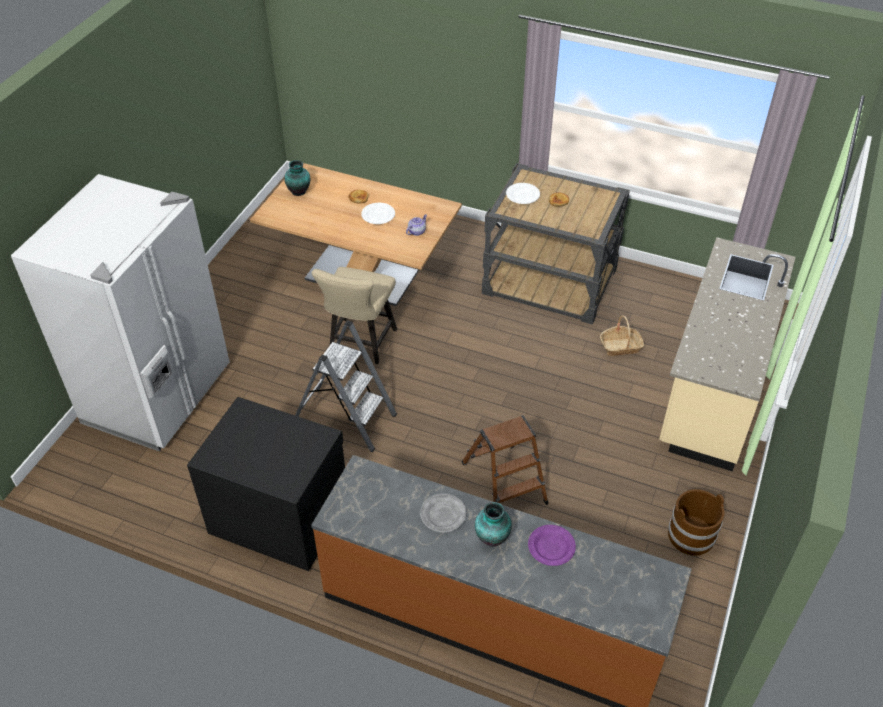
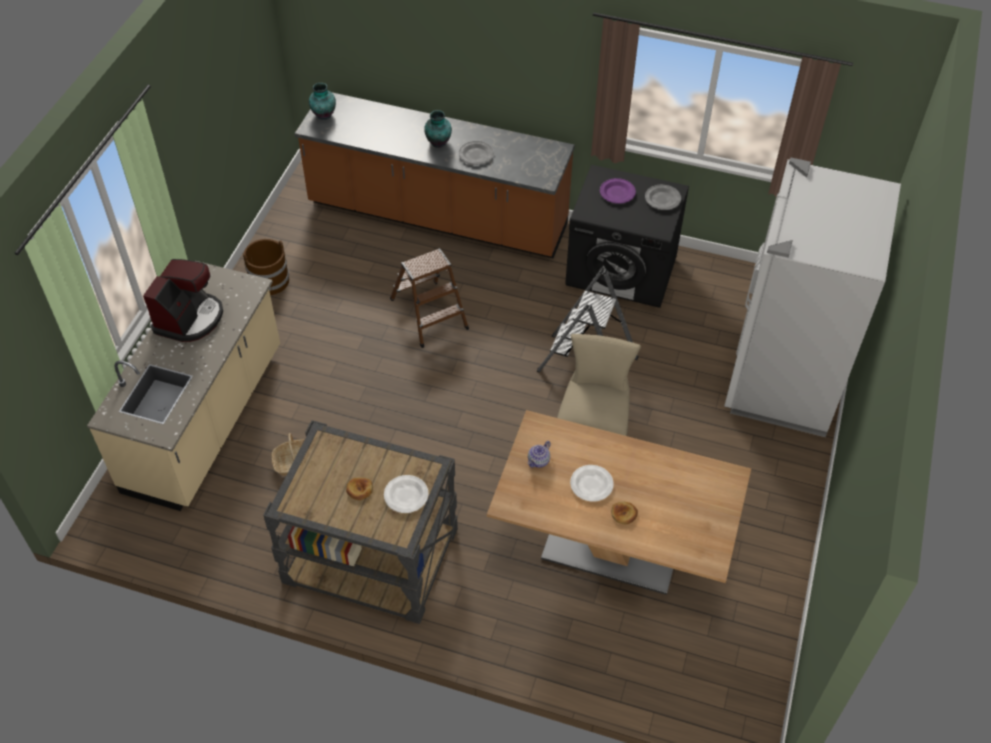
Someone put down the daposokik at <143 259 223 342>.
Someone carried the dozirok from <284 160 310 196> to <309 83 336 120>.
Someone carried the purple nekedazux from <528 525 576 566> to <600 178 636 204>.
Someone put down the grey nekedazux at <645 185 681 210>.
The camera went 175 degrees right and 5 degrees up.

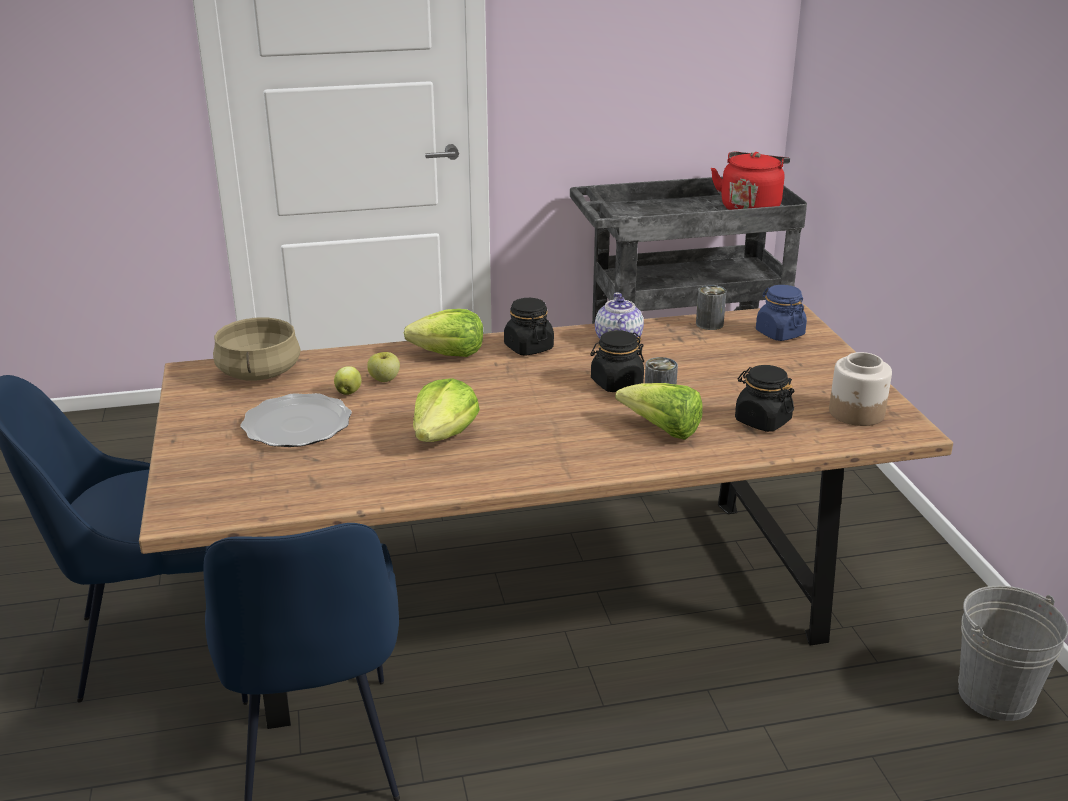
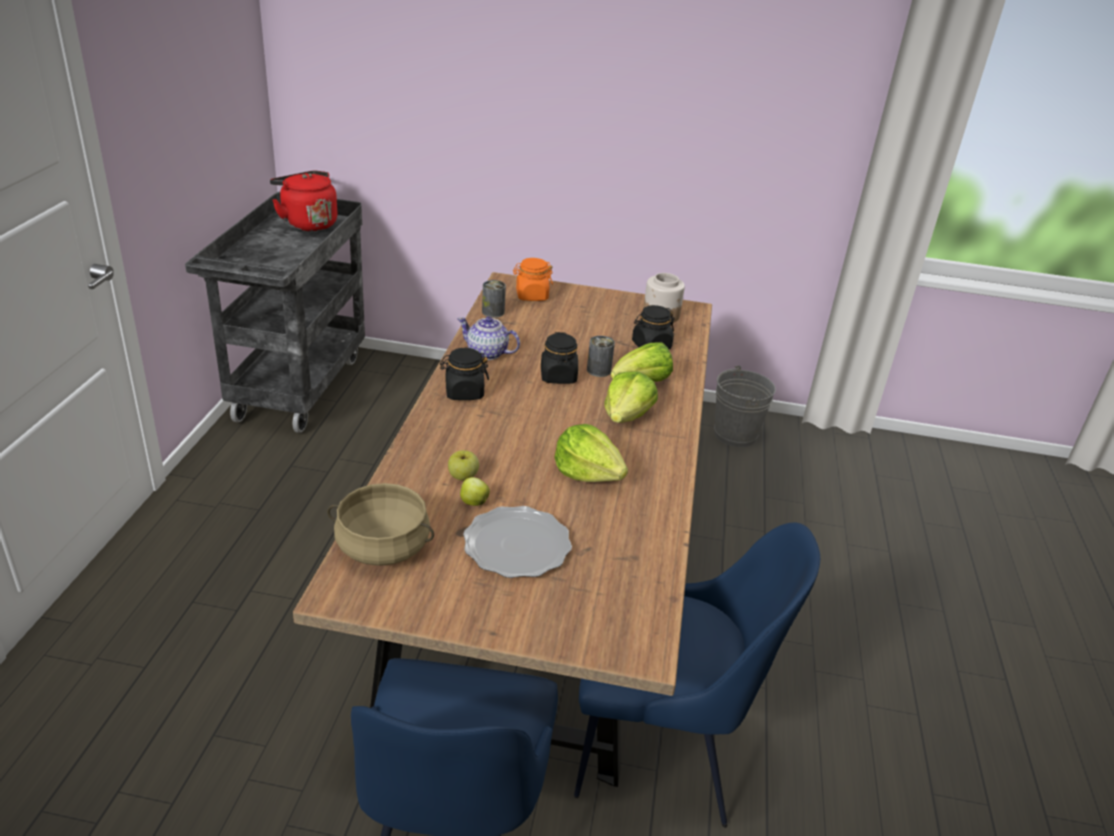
Someone repainted the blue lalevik at <756 285 807 341>, which became the orange lalevik at <513 258 553 301>.
Someone carried the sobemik from <404 309 483 357> to <604 371 658 423>.
The camera went 70 degrees left and 5 degrees up.

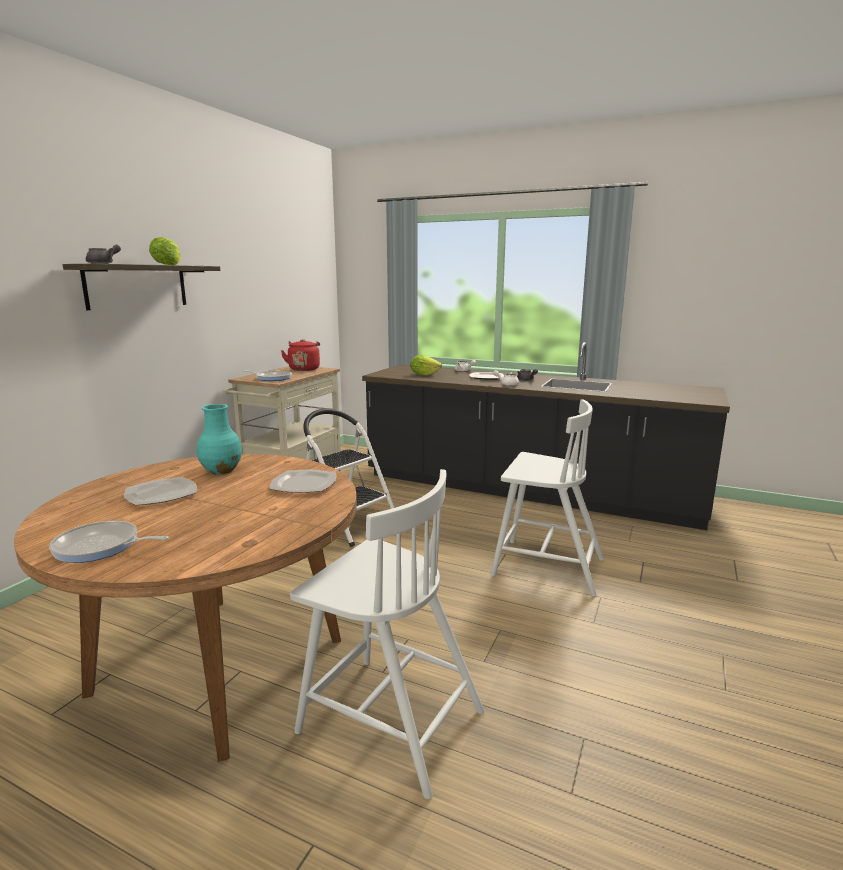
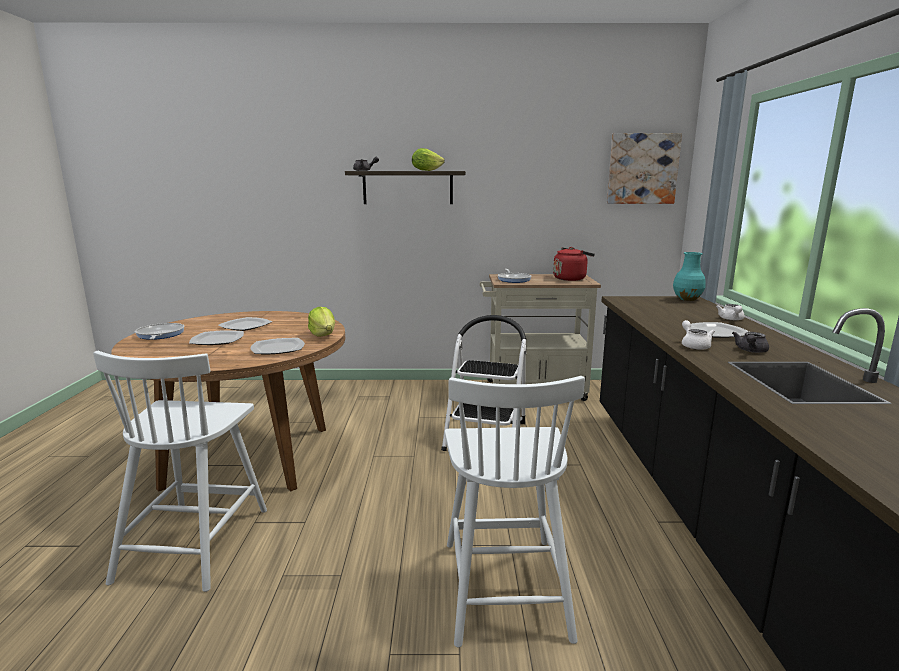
Someone put down the nekedazux at <189 330 244 345>.
Someone carried the sobemik from <410 355 442 376> to <308 307 335 337>.
Someone put up the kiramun at <607 133 682 204>.
Someone carried the turquoise dozirok from <197 404 242 475> to <673 252 706 301>.
The camera went 65 degrees right and 0 degrees up.

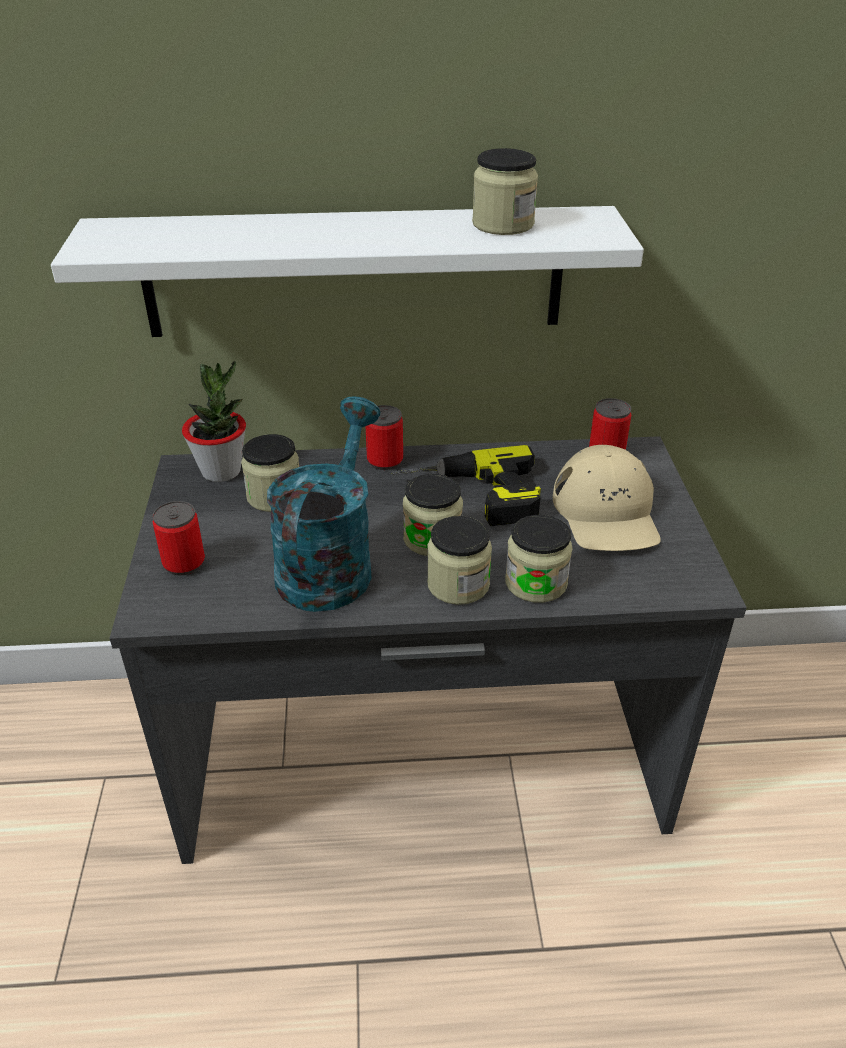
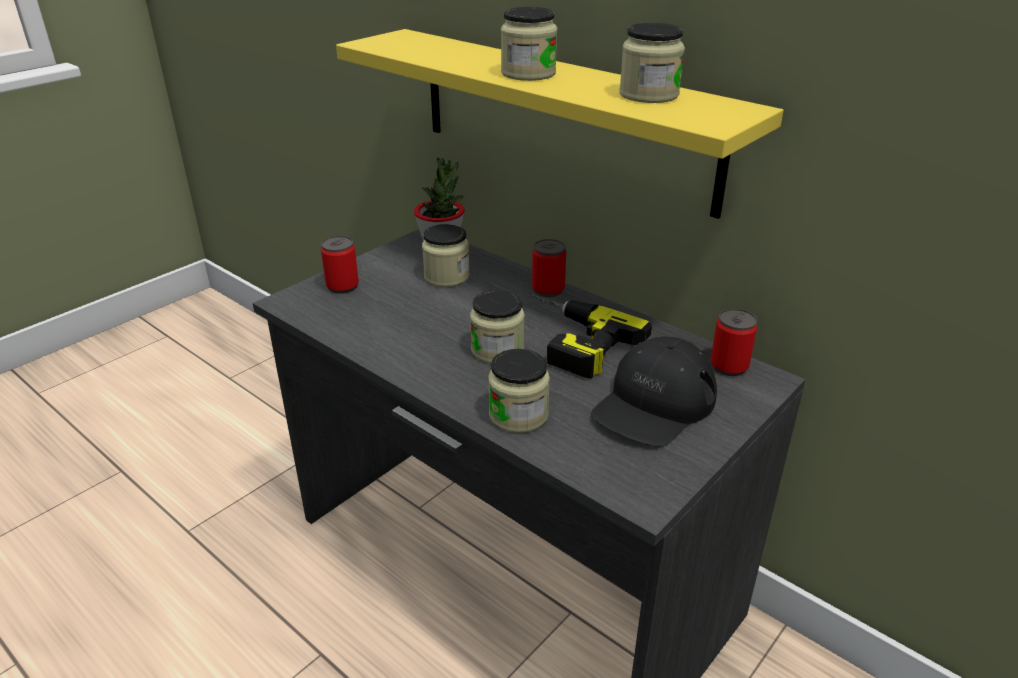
Someone repainted the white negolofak at <51 206 644 337>, which became the yellow negolofak at <336 29 784 219>.
Someone carried the lalevik from <427 516 492 605> to <501 7 557 81>.
Someone repainted the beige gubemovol at <553 445 661 551>, which became the black gubemovol at <591 336 717 447>.
Someone took away the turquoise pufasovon at <267 397 381 612>.
The camera went 45 degrees right and 5 degrees down.

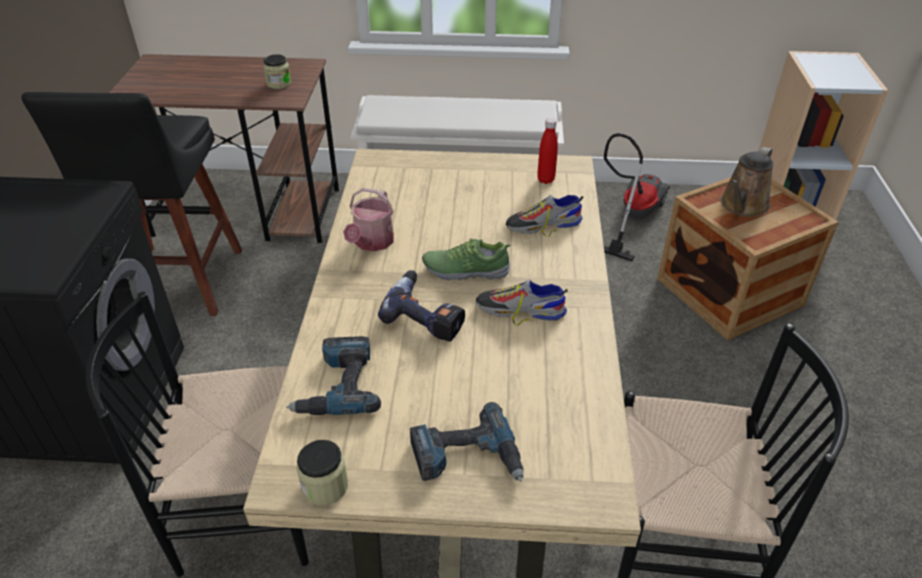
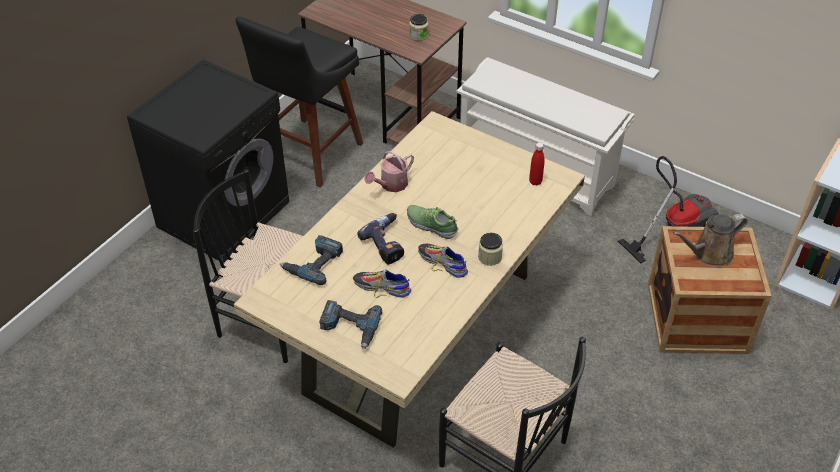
Someone carried the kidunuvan from <506 195 584 237> to <353 269 411 298>.
Someone carried the lalevik from <296 440 348 506> to <478 233 503 266>.
The camera went 30 degrees right and 5 degrees up.

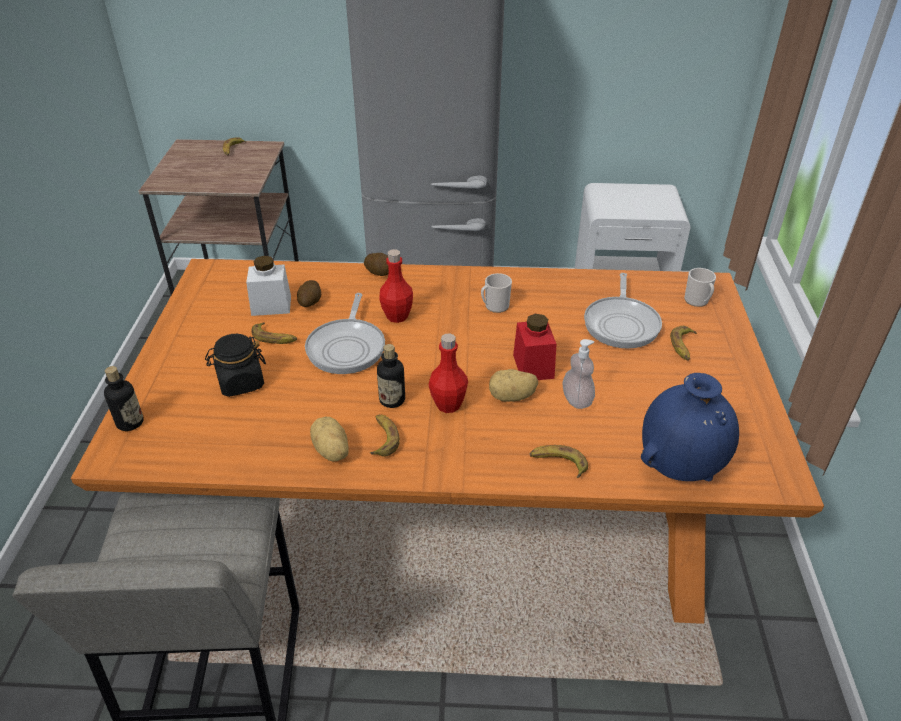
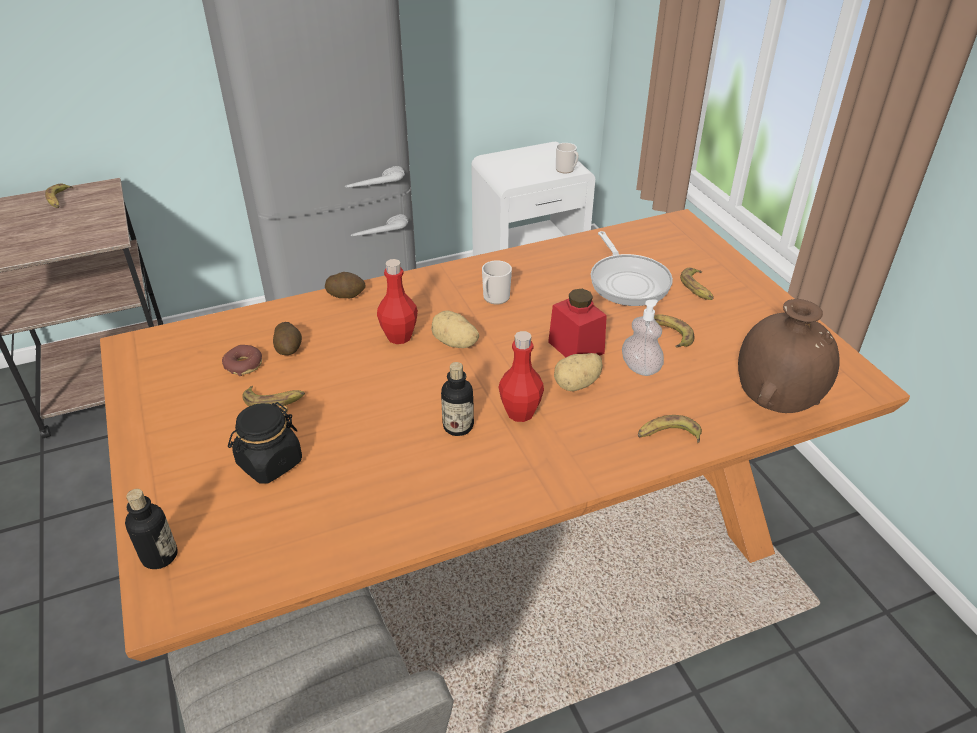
Someone swapped the white lalevik at <246 256 291 316> for the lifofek at <222 345 262 376>.
Someone carried the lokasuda from <310 417 349 461> to <431 310 479 348>.
Someone carried the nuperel from <684 268 716 307> to <556 143 579 173>.
Someone carried the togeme from <370 415 400 457> to <654 314 694 348>.
Someone repainted the blue dozirok at <641 373 739 481>, which became the brown dozirok at <738 299 840 413>.
Someone took away the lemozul at <305 293 385 374>.
The camera went 25 degrees left and 0 degrees up.

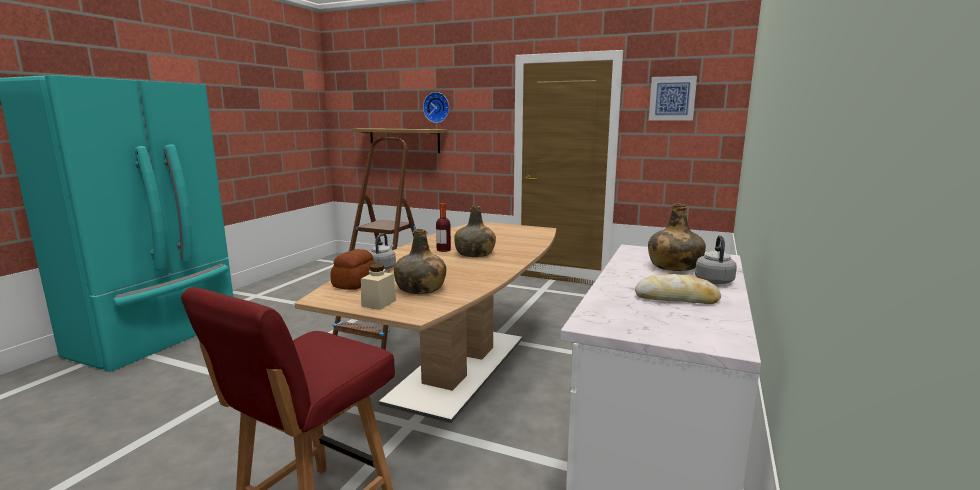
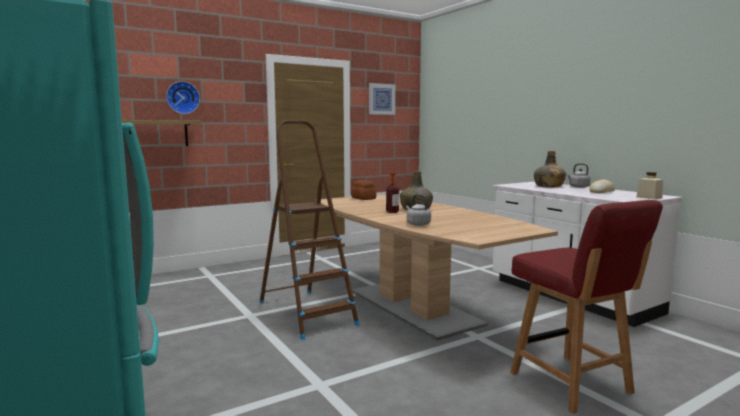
Someone carried the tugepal from <331 249 376 290> to <351 180 376 200>.
Someone carried the beige lalevik from <361 264 396 310> to <636 172 663 200>.
Someone took away the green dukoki at <394 229 446 294>.
The camera went 55 degrees left and 5 degrees down.

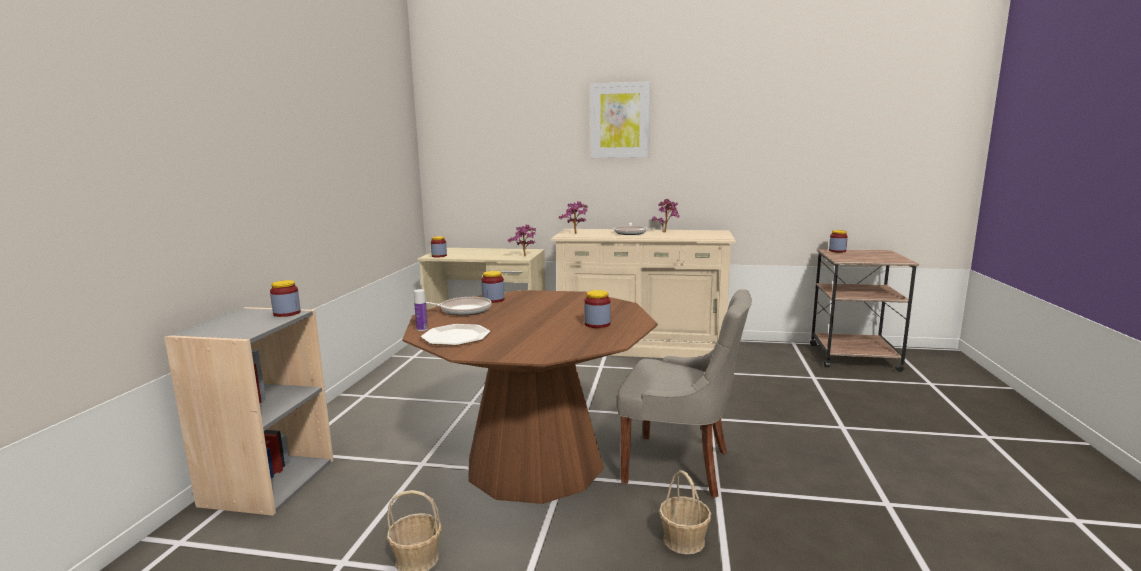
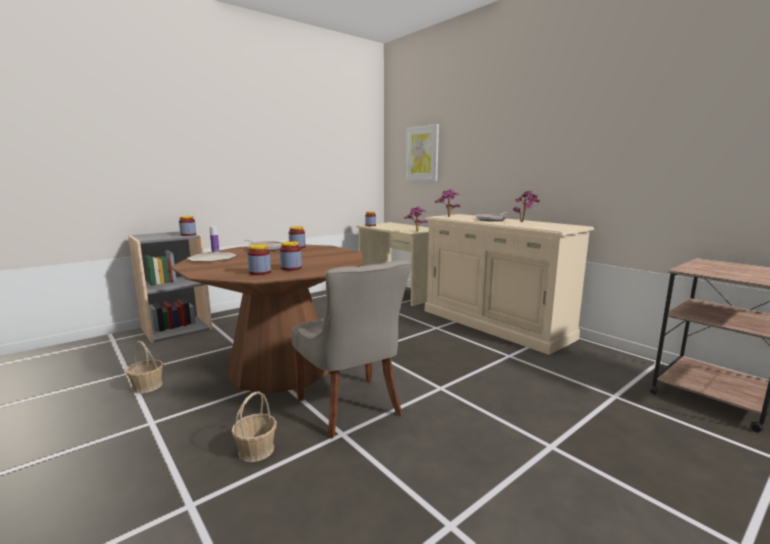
Someone carried the lalevik from <829 230 848 253> to <247 244 271 275>.
Someone carried the kiramun from <590 81 650 158> to <406 124 439 181>.
The camera went 40 degrees right and 0 degrees up.

